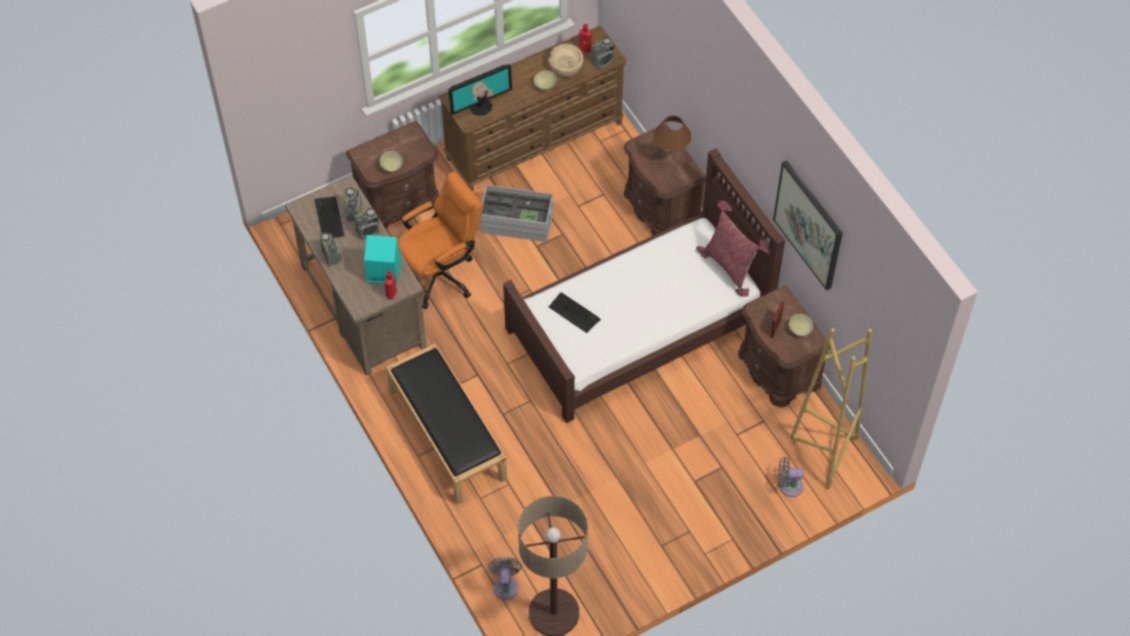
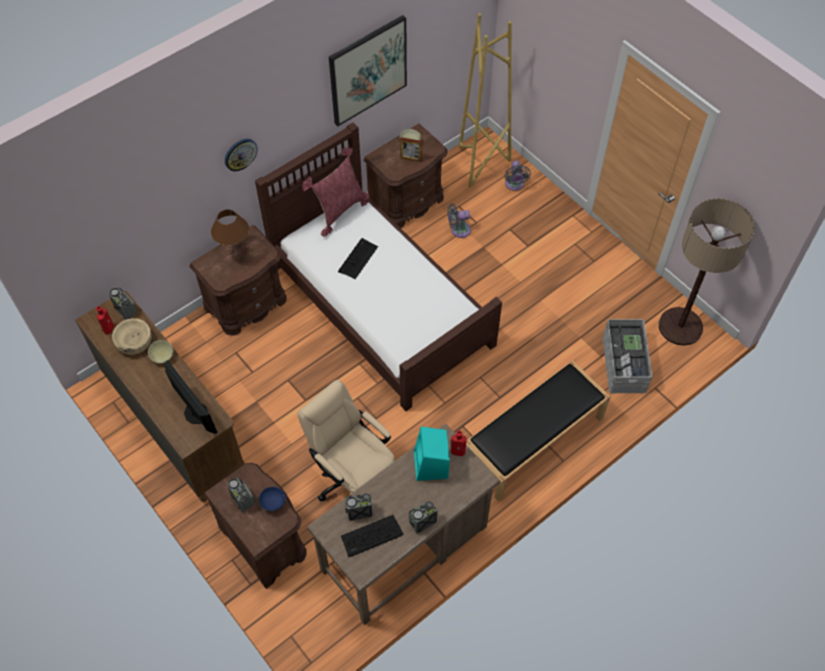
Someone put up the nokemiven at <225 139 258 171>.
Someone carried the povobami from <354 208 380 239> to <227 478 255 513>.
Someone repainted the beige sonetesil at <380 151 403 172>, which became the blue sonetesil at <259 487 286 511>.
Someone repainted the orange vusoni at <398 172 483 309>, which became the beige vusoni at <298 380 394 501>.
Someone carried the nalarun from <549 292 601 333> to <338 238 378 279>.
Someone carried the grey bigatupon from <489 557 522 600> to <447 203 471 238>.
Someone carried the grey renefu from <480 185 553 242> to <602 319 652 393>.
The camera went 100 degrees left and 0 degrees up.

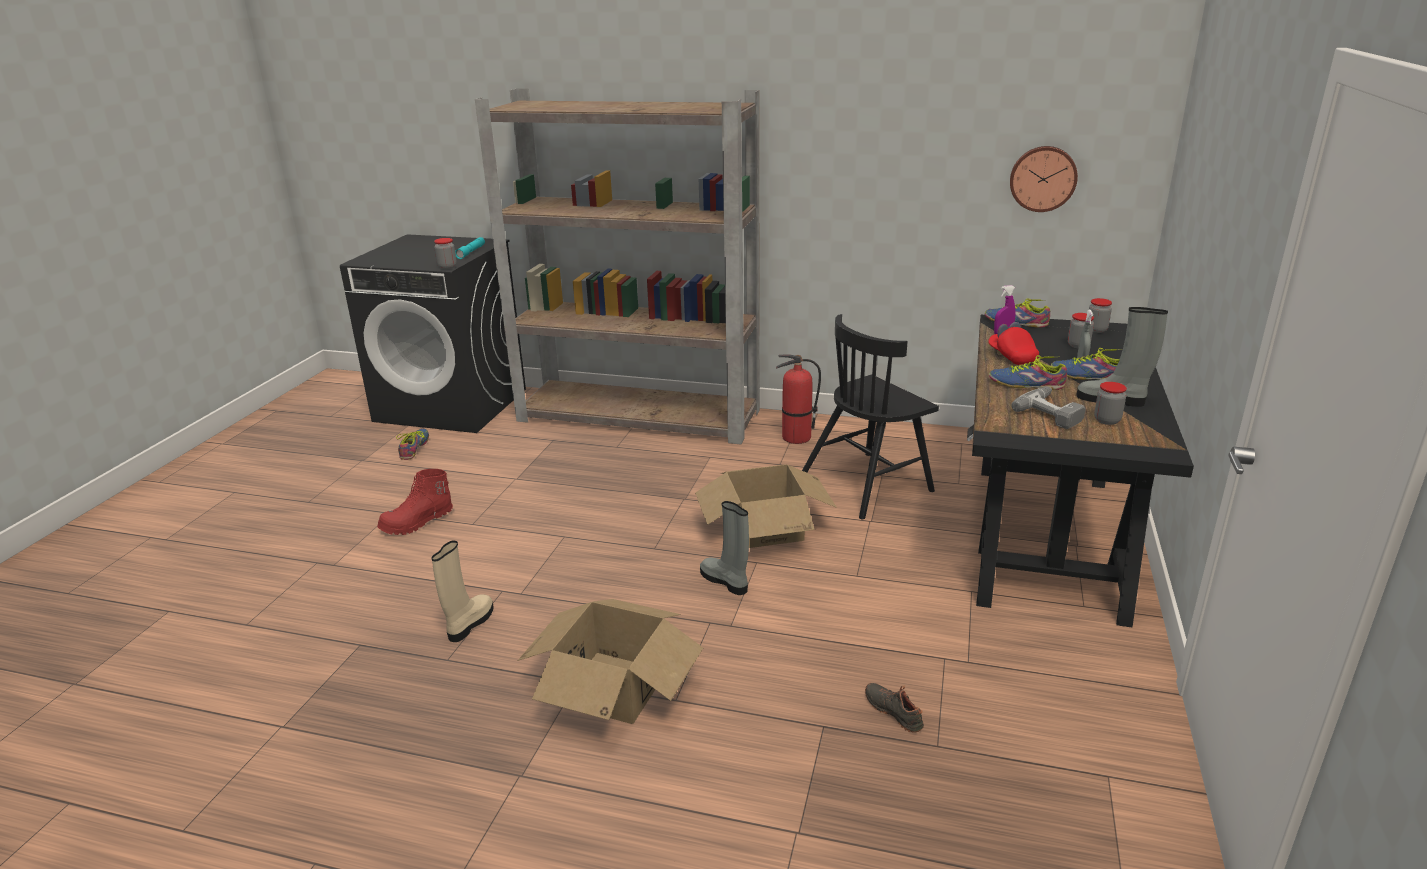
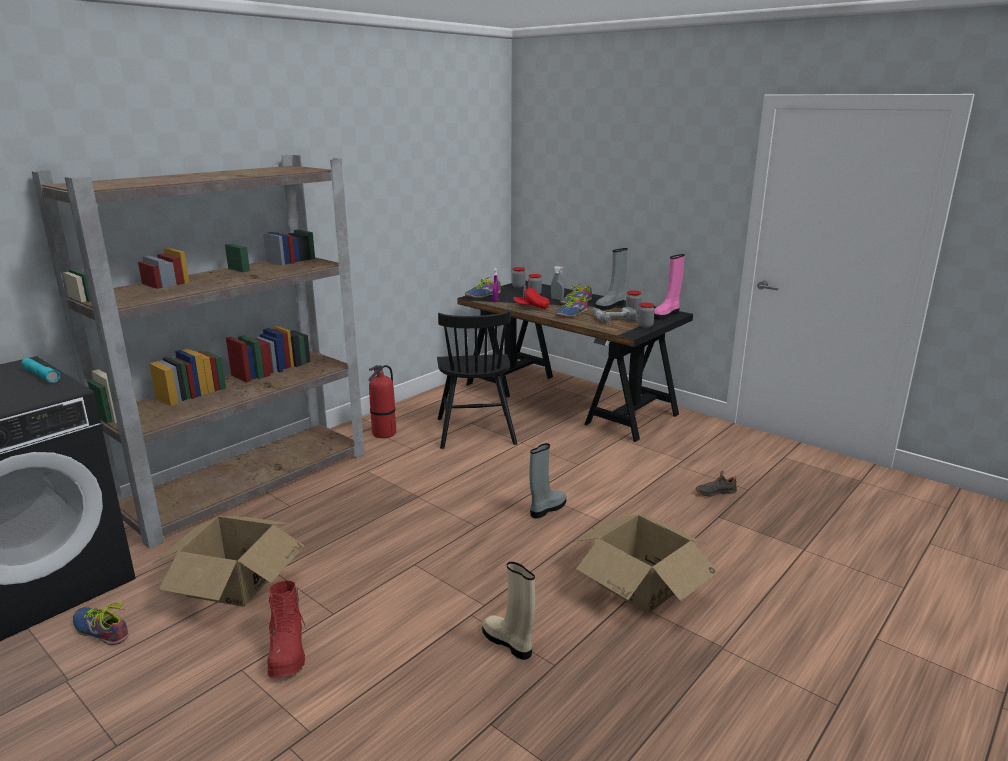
Someone carried the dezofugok from <695 464 837 548> to <152 516 305 607>.
Someone rotated the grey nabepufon at <700 501 749 595> by 150 degrees clockwise.
Someone carried the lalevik from <434 238 457 269> to <638 302 655 328>.
Someone put down the pink nabepufon at <654 254 685 320>.
Someone took away the nokemiven at <1010 146 1078 212>.
The camera went 65 degrees left and 5 degrees down.

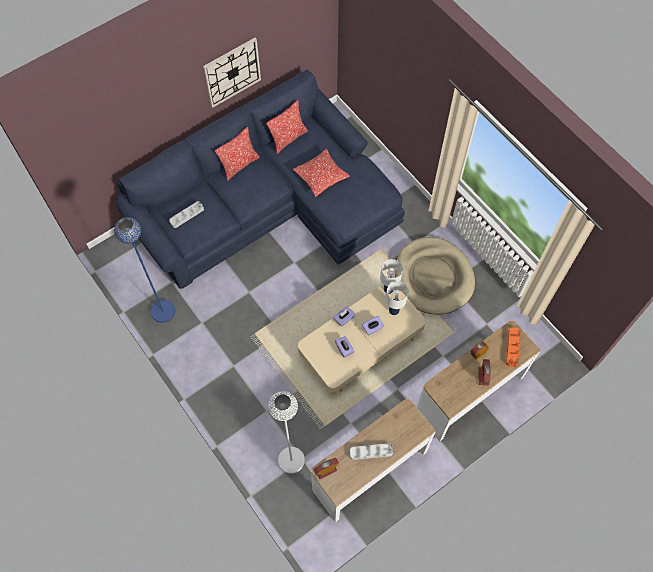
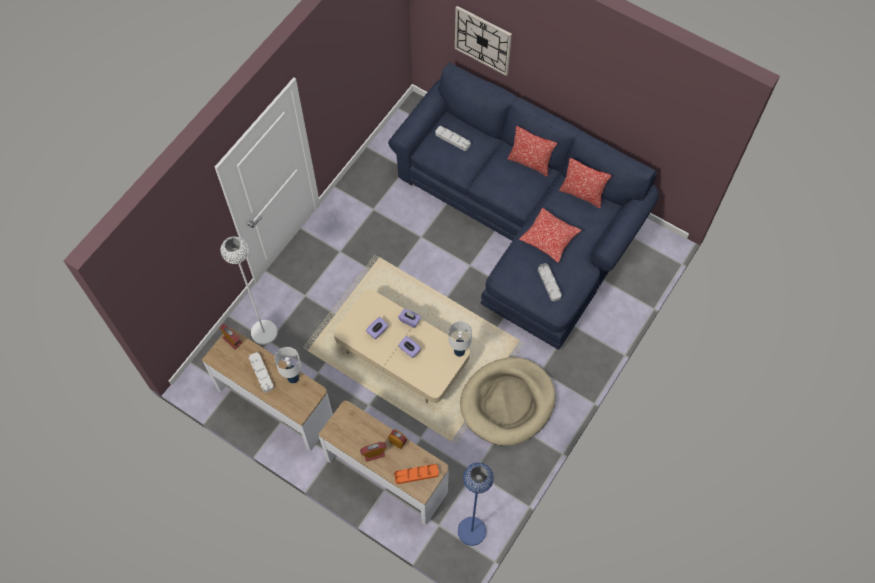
Someone carried the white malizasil from <386 281 409 315> to <274 347 302 383>.
Someone carried the nokemiven from <203 38 261 108> to <455 6 512 76>.
Someone carried the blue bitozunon from <114 217 175 323> to <458 463 494 546>.
Someone put down the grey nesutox at <538 263 562 301>.
The camera went 70 degrees right and 0 degrees up.

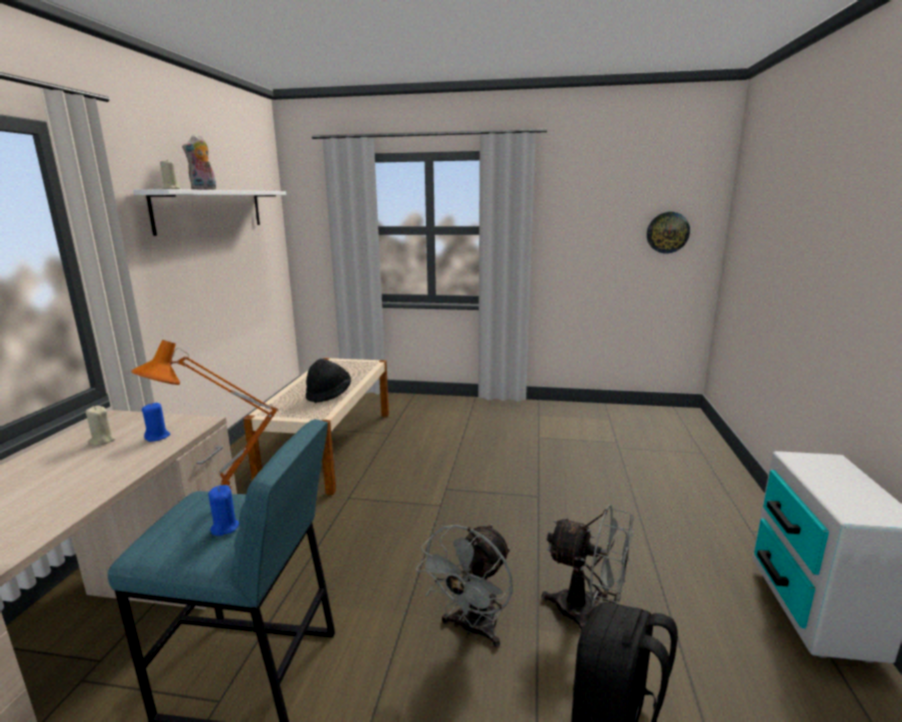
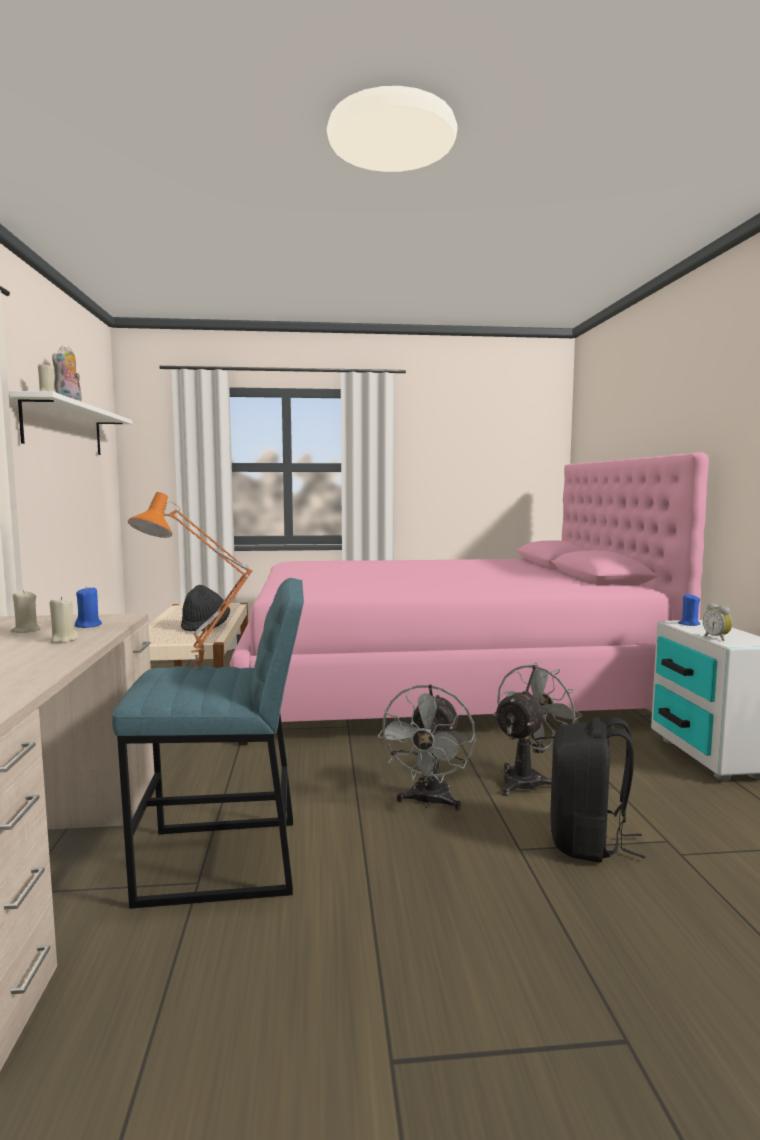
Someone put down the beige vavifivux at <50 596 79 643>.
Someone put down the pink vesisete at <230 452 709 745>.
Someone rotated the grey bigatupon at <541 505 634 632> by 60 degrees counterclockwise.
Someone carried the blue vavifivux from <208 485 239 536> to <678 593 700 626>.
Someone put down the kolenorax at <703 603 732 641>.
Someone took away the nokemiven at <647 212 690 253>.
The camera went 15 degrees left and 10 degrees down.

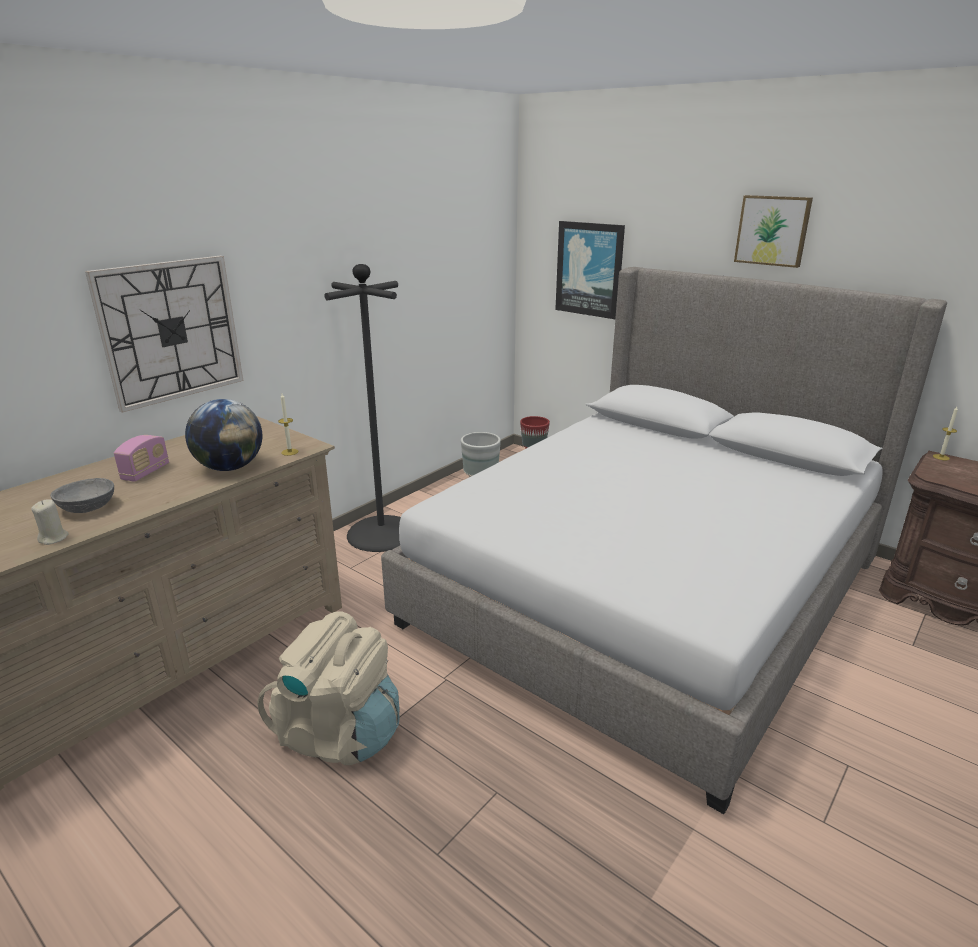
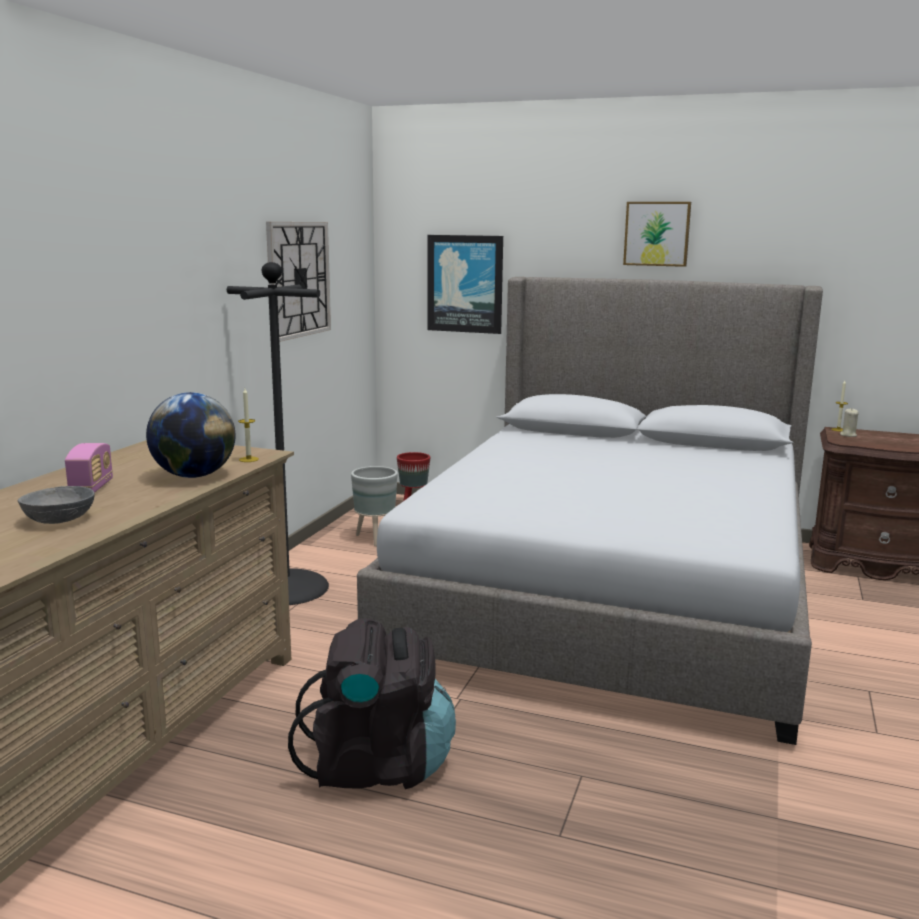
Someone carried the nokemiven from <85 256 243 413> to <266 222 331 342>.
Someone repainted the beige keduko at <257 611 399 765>, which became the black keduko at <288 618 456 789>.
Someone carried the beige vavifivux from <31 499 69 545> to <840 409 858 437>.
The camera went 20 degrees left and 10 degrees down.

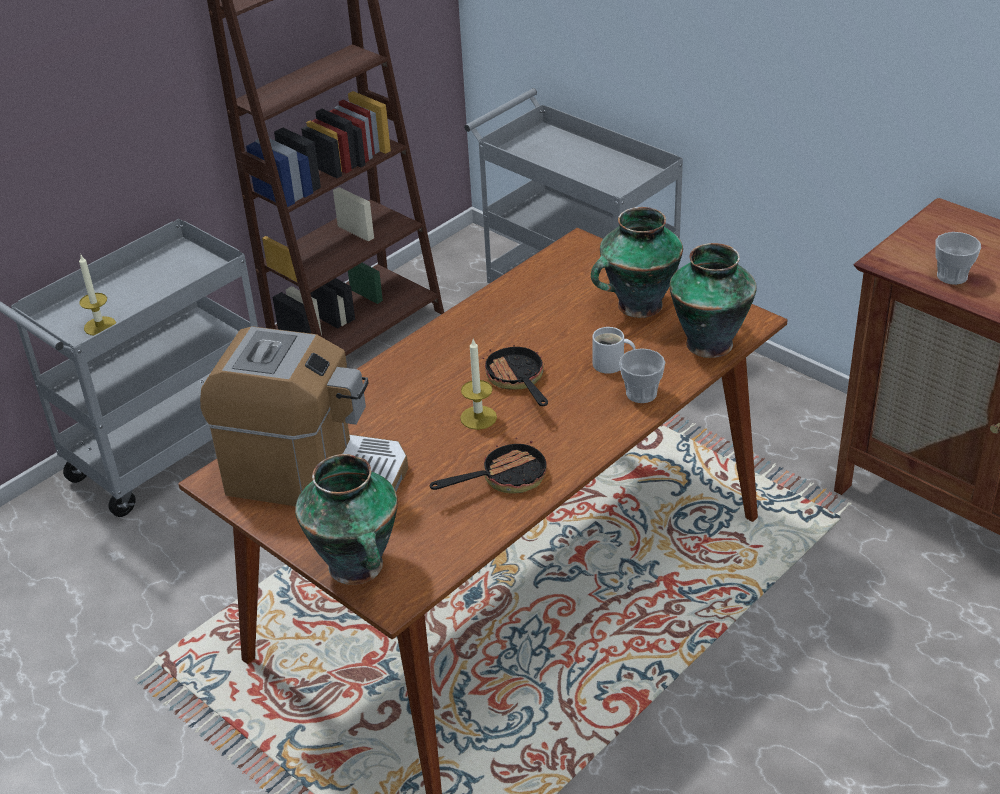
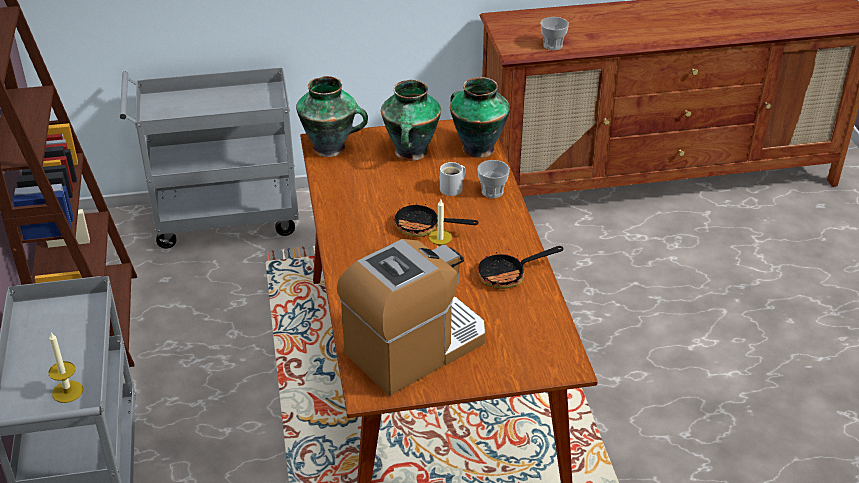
Someone carried the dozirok from <295 454 398 585> to <296 76 368 157>.
Someone rotated the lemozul at <430 438 547 494> by 120 degrees counterclockwise.
The camera went 55 degrees left and 0 degrees up.

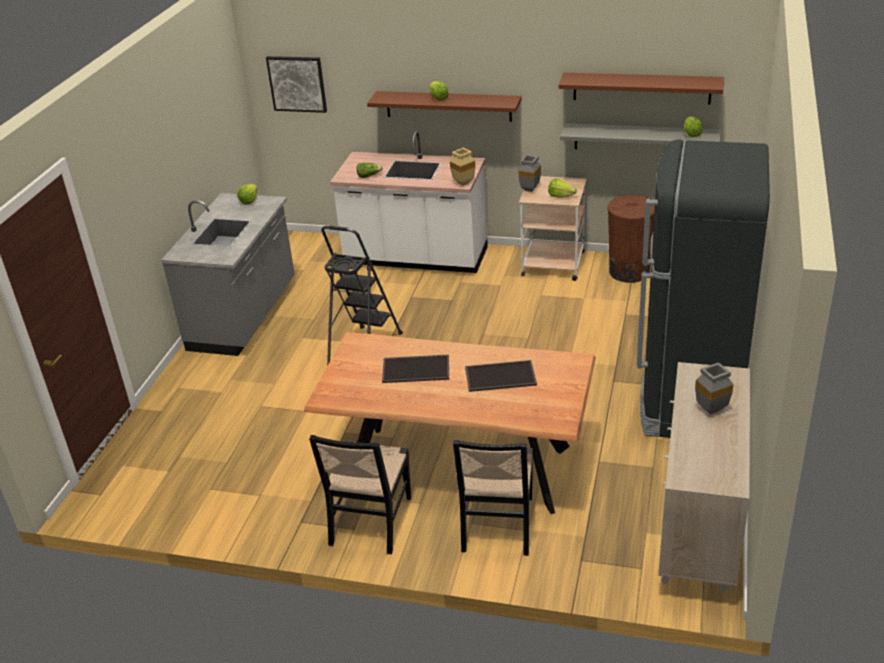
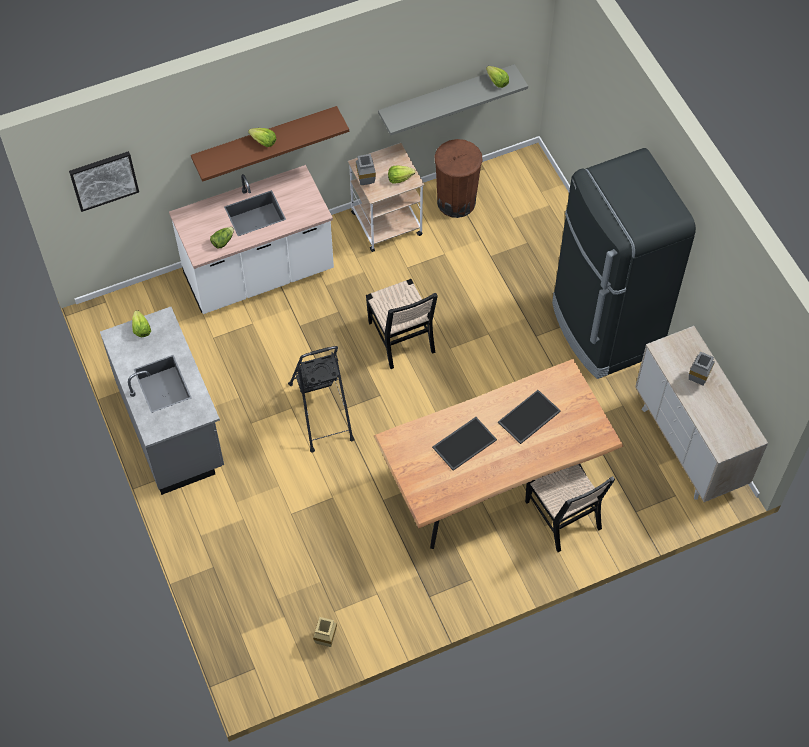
Someone carried the beige dozirok from <450 148 476 186> to <313 617 337 647>.
Someone carried the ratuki from <309 435 411 554> to <366 279 438 369>.
Someone took away the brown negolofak at <558 73 724 105>.
The camera went 40 degrees left and 25 degrees up.

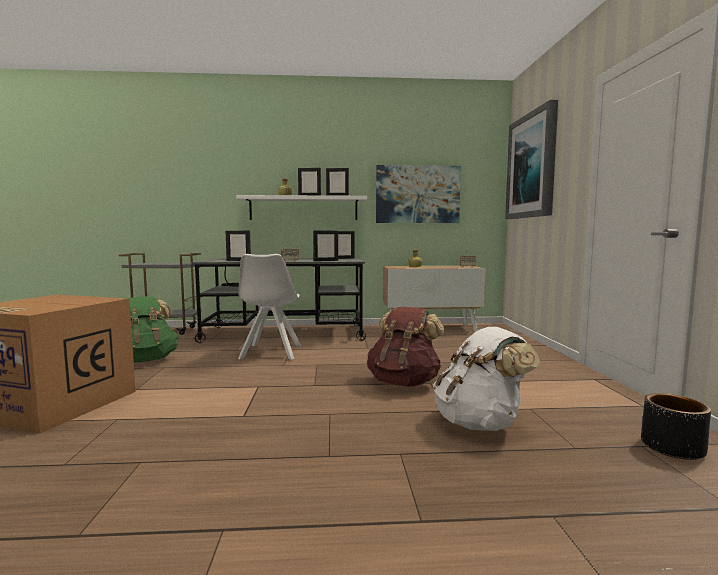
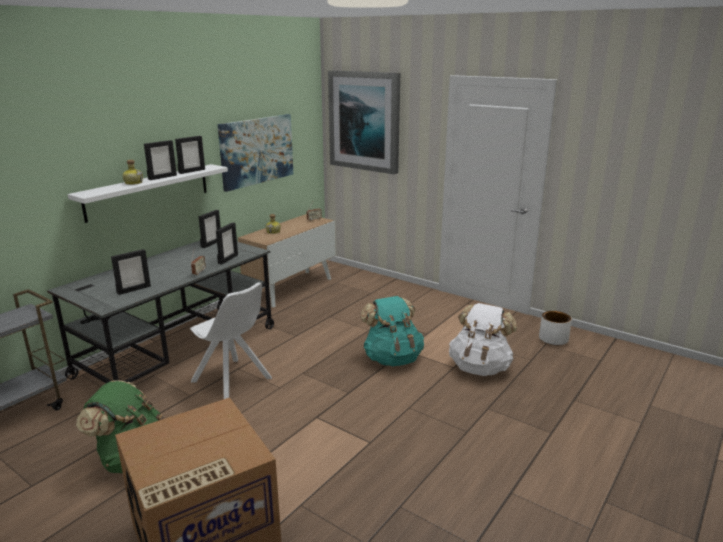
Someone repainted the brown keduko at <367 307 445 387>, which became the turquoise keduko at <360 296 424 366>.
Someone repainted the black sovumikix at <641 393 711 460>, which became the white sovumikix at <539 311 572 345>.
The camera went 50 degrees left and 15 degrees up.

